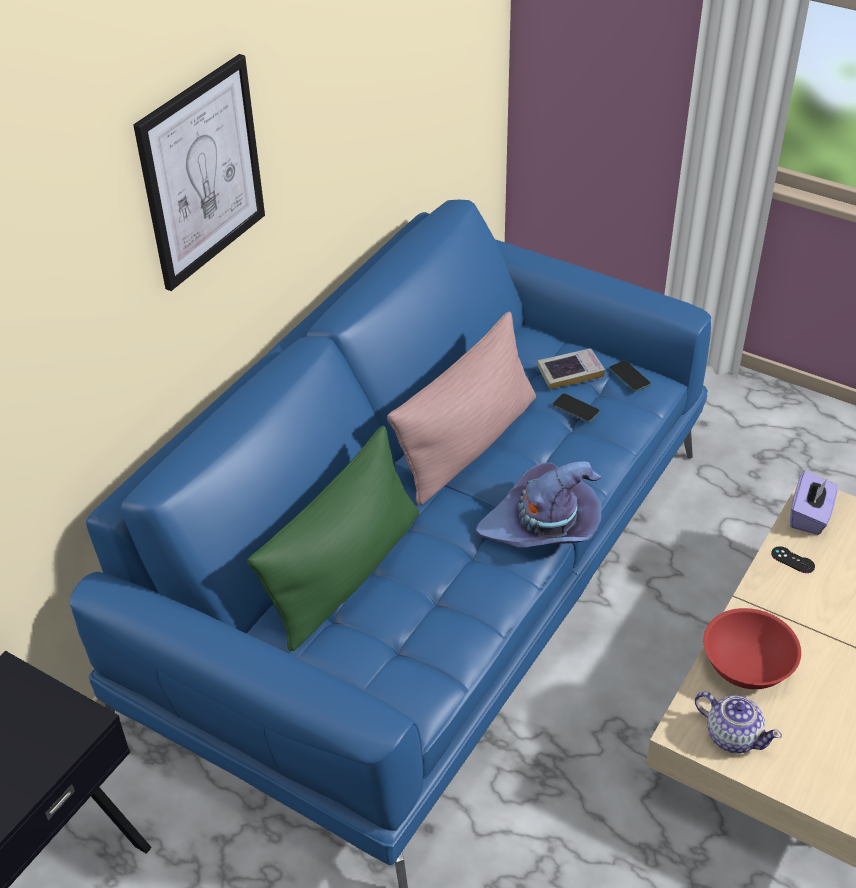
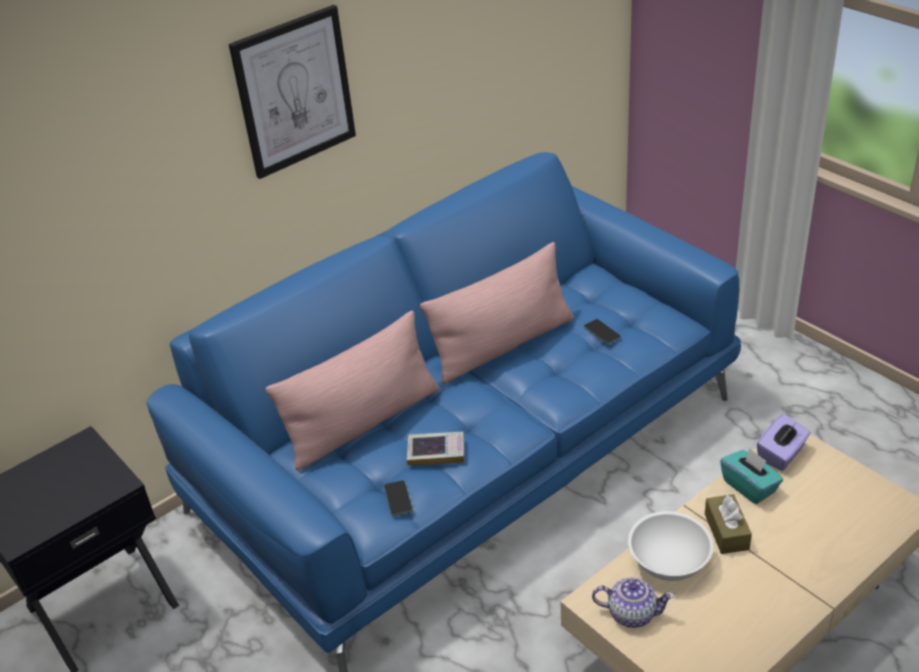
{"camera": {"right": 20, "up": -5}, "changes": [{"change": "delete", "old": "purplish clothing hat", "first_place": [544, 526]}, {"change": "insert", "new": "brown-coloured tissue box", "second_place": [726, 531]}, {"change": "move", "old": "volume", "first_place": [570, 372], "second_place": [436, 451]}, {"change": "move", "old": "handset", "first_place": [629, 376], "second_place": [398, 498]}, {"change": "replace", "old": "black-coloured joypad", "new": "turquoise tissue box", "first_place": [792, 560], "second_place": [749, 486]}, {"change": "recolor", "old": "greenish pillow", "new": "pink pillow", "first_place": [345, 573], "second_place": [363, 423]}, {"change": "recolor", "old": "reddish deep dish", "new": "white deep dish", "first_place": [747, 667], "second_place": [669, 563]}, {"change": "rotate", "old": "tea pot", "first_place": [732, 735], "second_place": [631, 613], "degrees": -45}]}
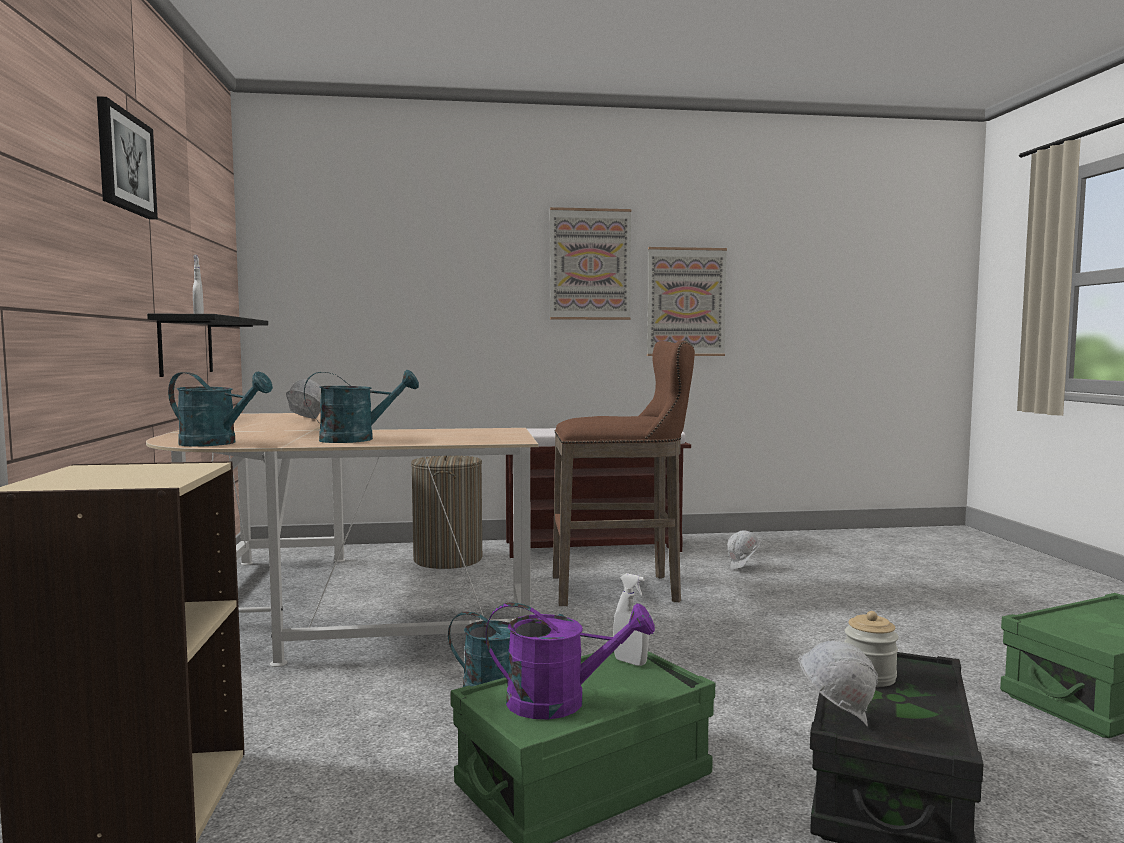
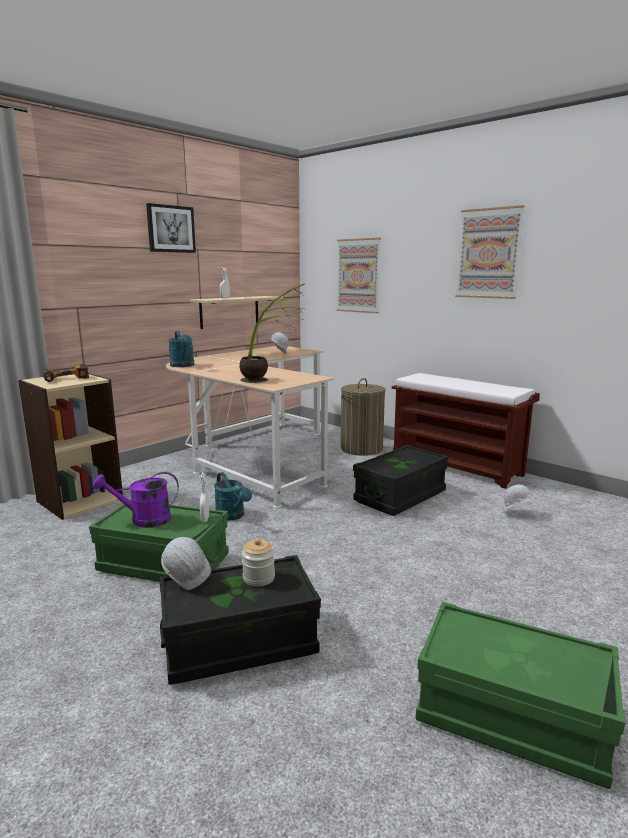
{"camera": {"right": 50, "up": 10}, "changes": [{"change": "delete", "old": "turquoise watering pot", "first_place": [357, 439]}, {"change": "insert", "new": "drill", "second_place": [66, 379]}, {"change": "insert", "new": "potted plant", "second_place": [269, 380]}, {"change": "move", "old": "wall art", "first_place": [686, 302], "second_place": [358, 276]}, {"change": "replace", "old": "brown-coloured stool", "new": "black-coloured storage container", "first_place": [621, 589], "second_place": [400, 496]}, {"change": "recolor", "old": "black-coloured shelf", "new": "beige-coloured shelf", "first_place": [186, 345], "second_place": [229, 312]}, {"change": "rotate", "old": "purplish watering pot", "first_place": [561, 702], "second_place": [143, 520], "degrees": 120}]}
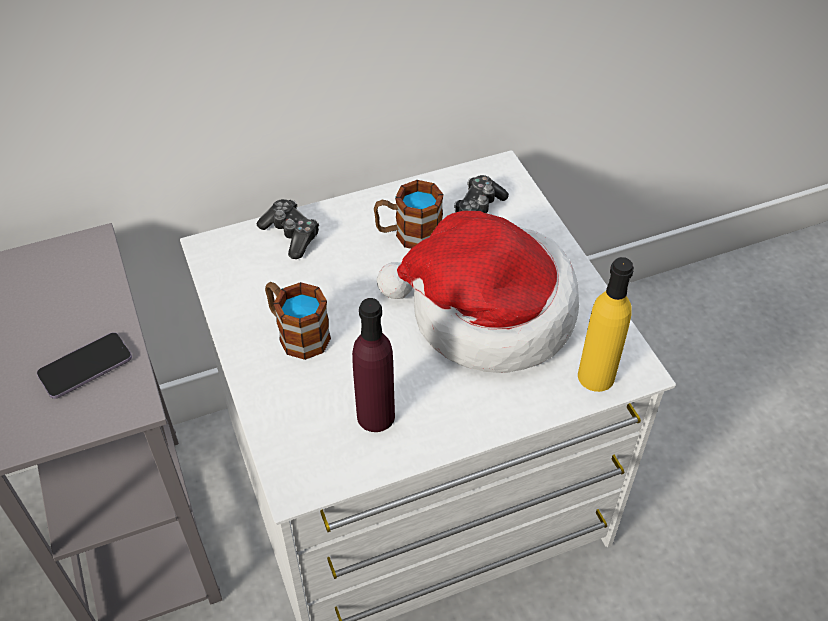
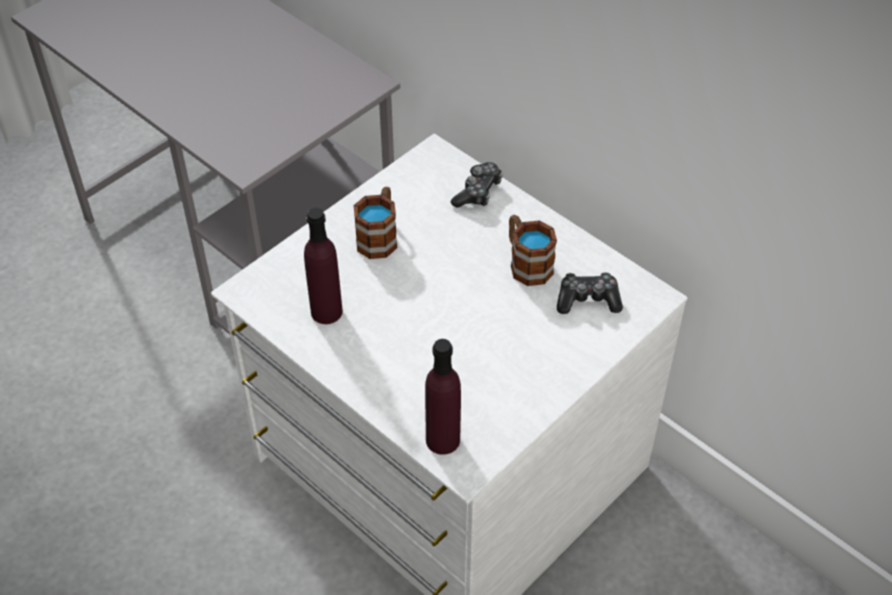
{"camera": {"right": 65, "up": 0}, "changes": [{"change": "delete", "old": "handset", "first_place": [85, 367]}, {"change": "delete", "old": "clothing hat", "first_place": [487, 313]}, {"change": "recolor", "old": "yellow bottle", "new": "purplish bottle", "first_place": [596, 376], "second_place": [443, 440]}]}
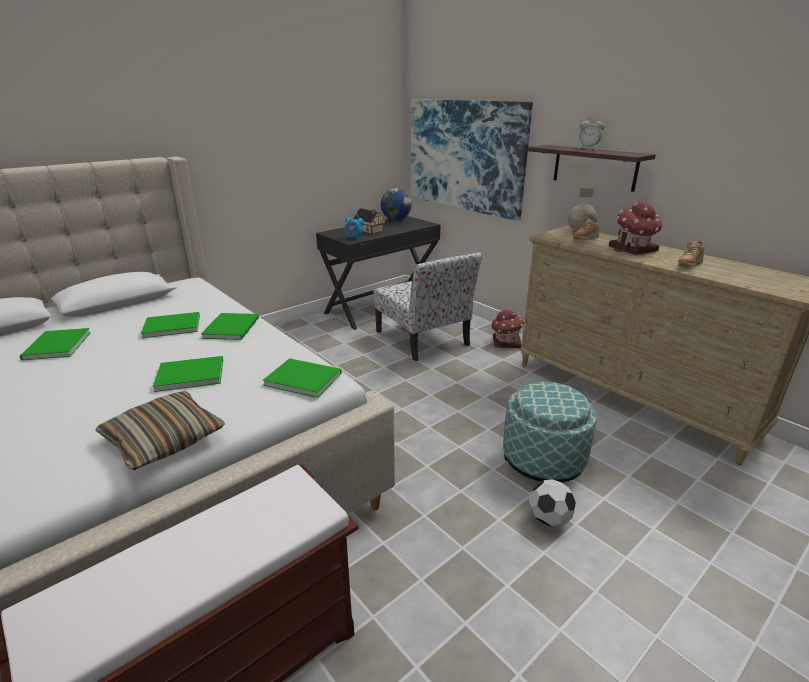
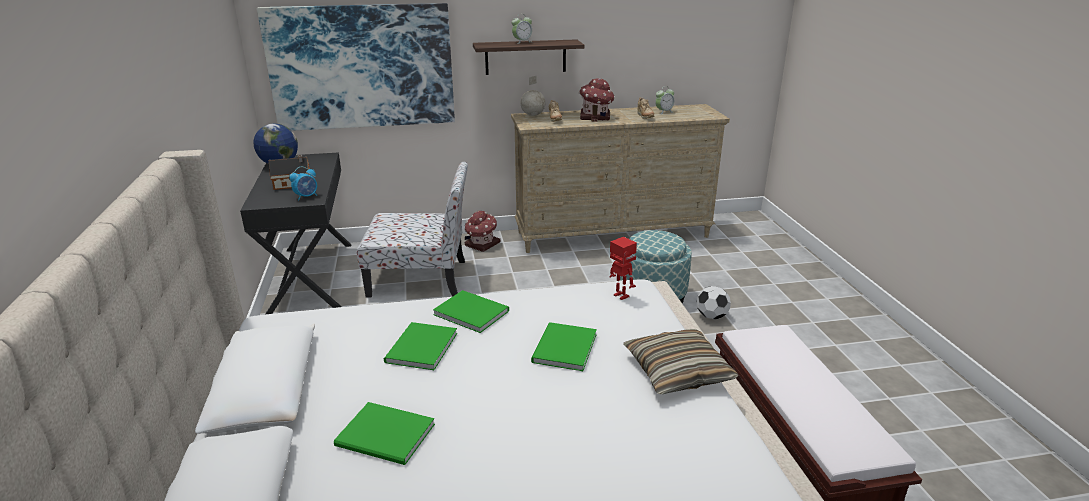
{"camera": {"right": -60, "up": 0}, "changes": [{"change": "insert", "new": "bedside clock", "second_place": [664, 112]}, {"change": "replace", "old": "greenish volume", "new": "toy robot", "first_place": [302, 378], "second_place": [620, 296]}]}
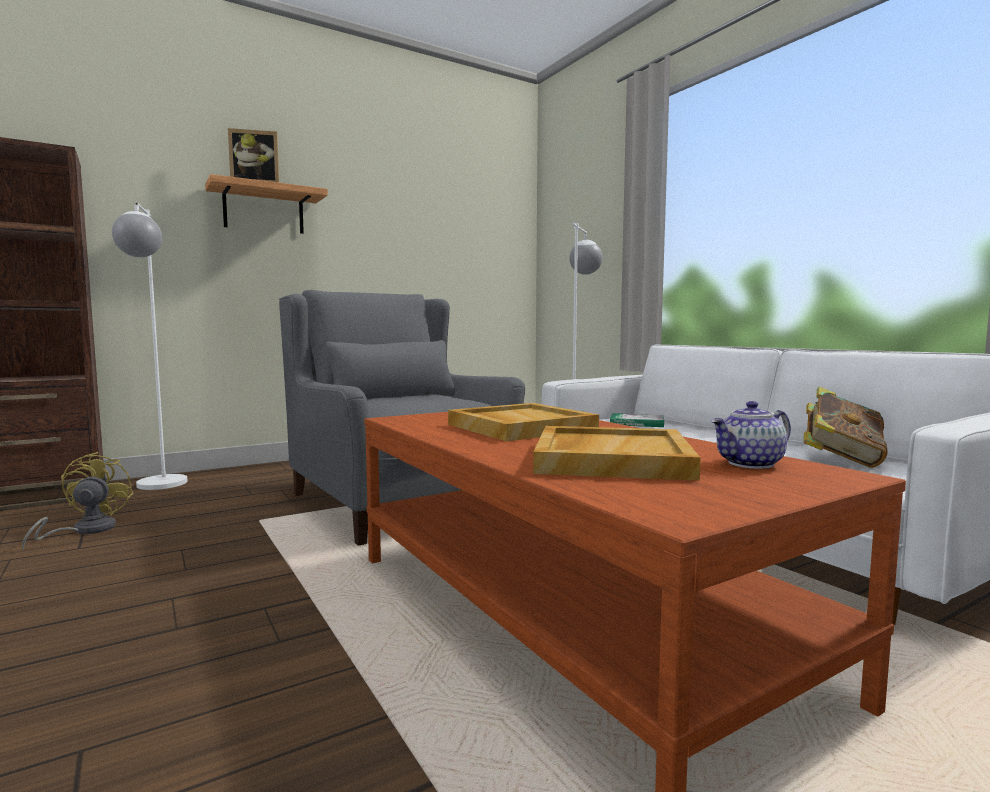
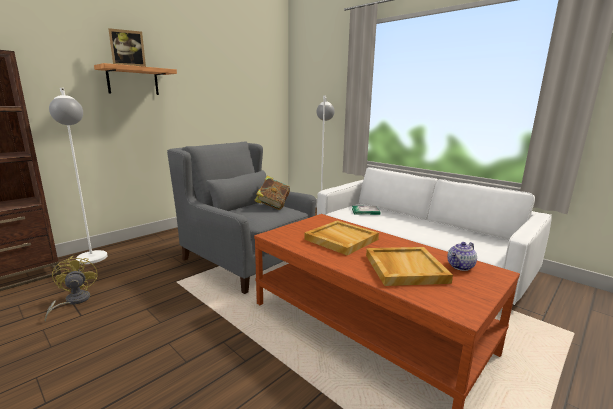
{"camera": {"right": -15, "up": 10}, "changes": [{"change": "move", "old": "volume", "first_place": [841, 459], "second_place": [273, 206]}]}
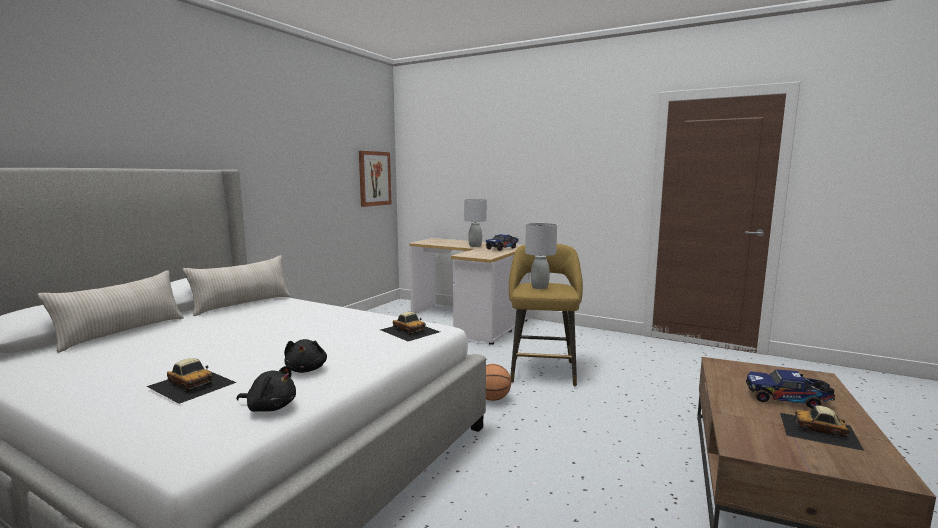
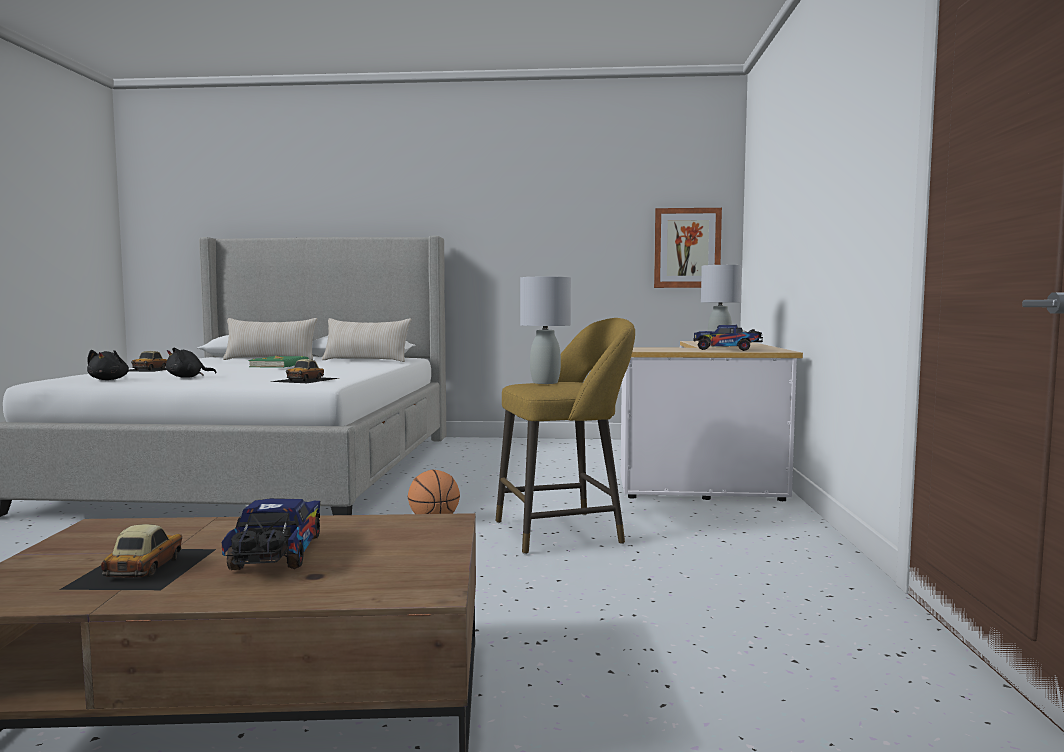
{"camera": {"right": 65, "up": -5}, "changes": [{"change": "insert", "new": "greenish volume", "second_place": [280, 365]}]}
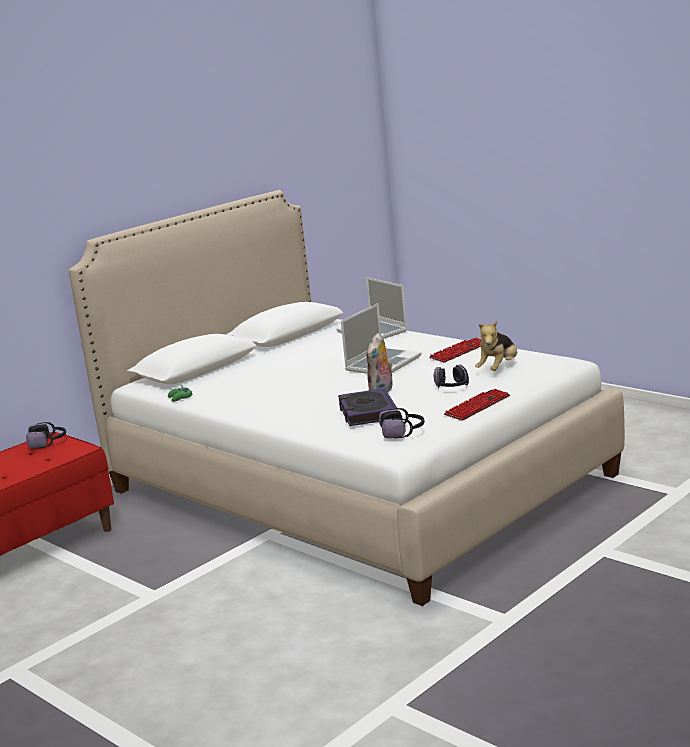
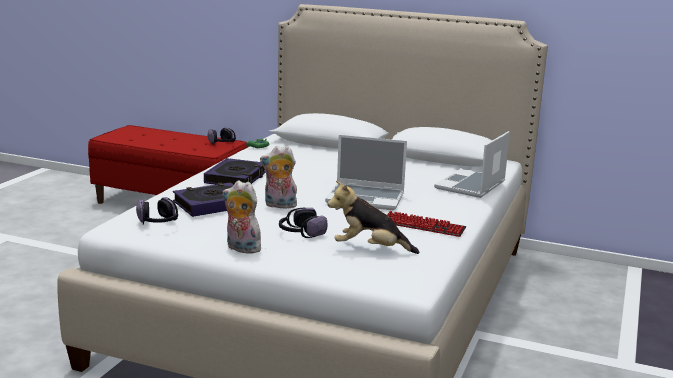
{"camera": {"right": 65, "up": 0}, "changes": [{"change": "insert", "new": "volume", "second_place": [236, 178]}, {"change": "replace", "old": "keyboard", "new": "cuddly toy", "first_place": [477, 406], "second_place": [241, 249]}]}
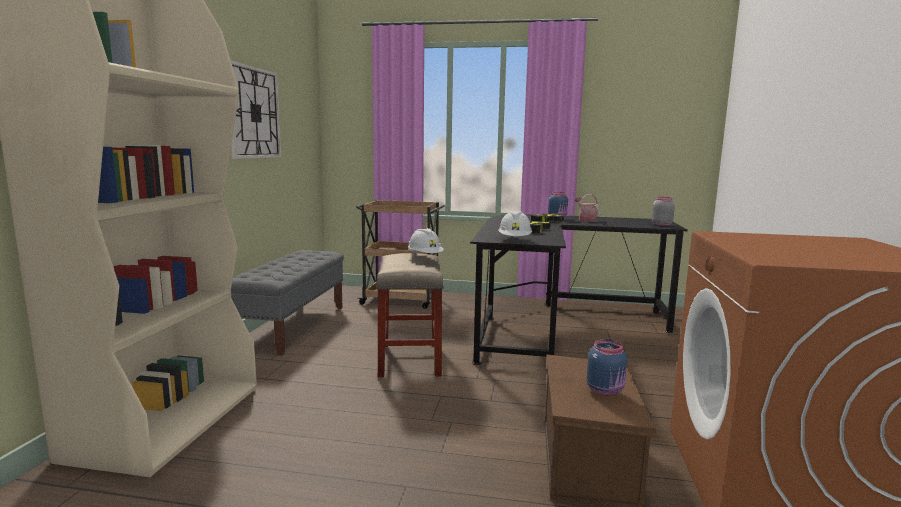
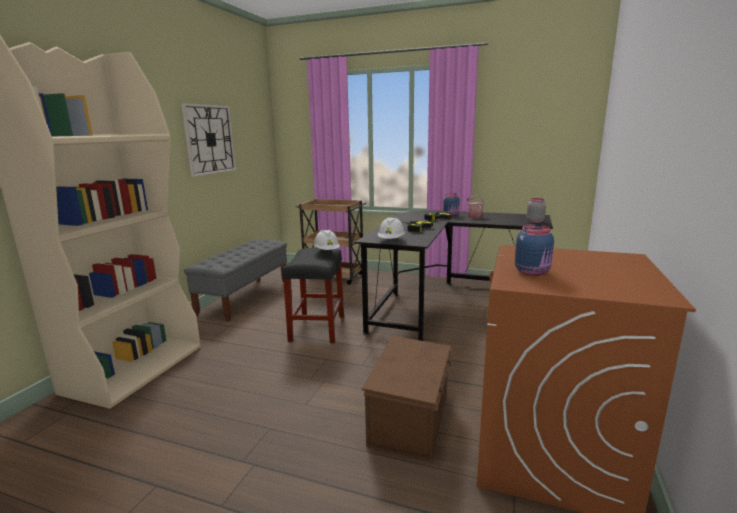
{"camera": {"right": 10, "up": 5}, "changes": [{"change": "move", "old": "bluish preserve jar", "first_place": [606, 390], "second_place": [533, 272]}, {"change": "recolor", "old": "beige-coloured stool", "new": "black-coloured stool", "first_place": [410, 360], "second_place": [317, 329]}]}
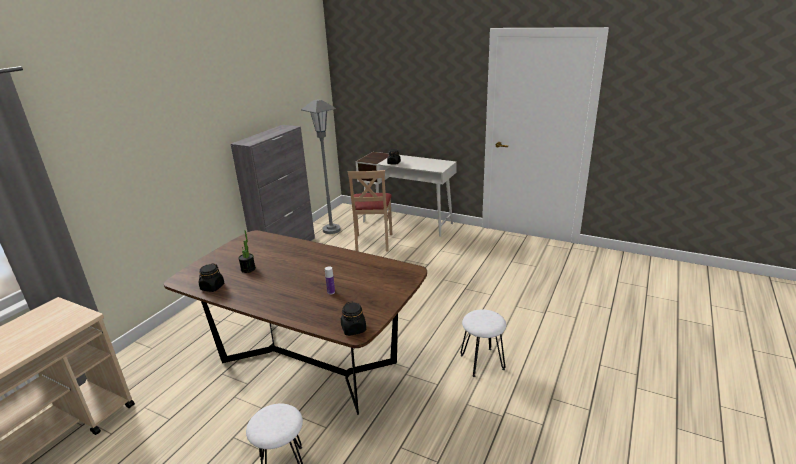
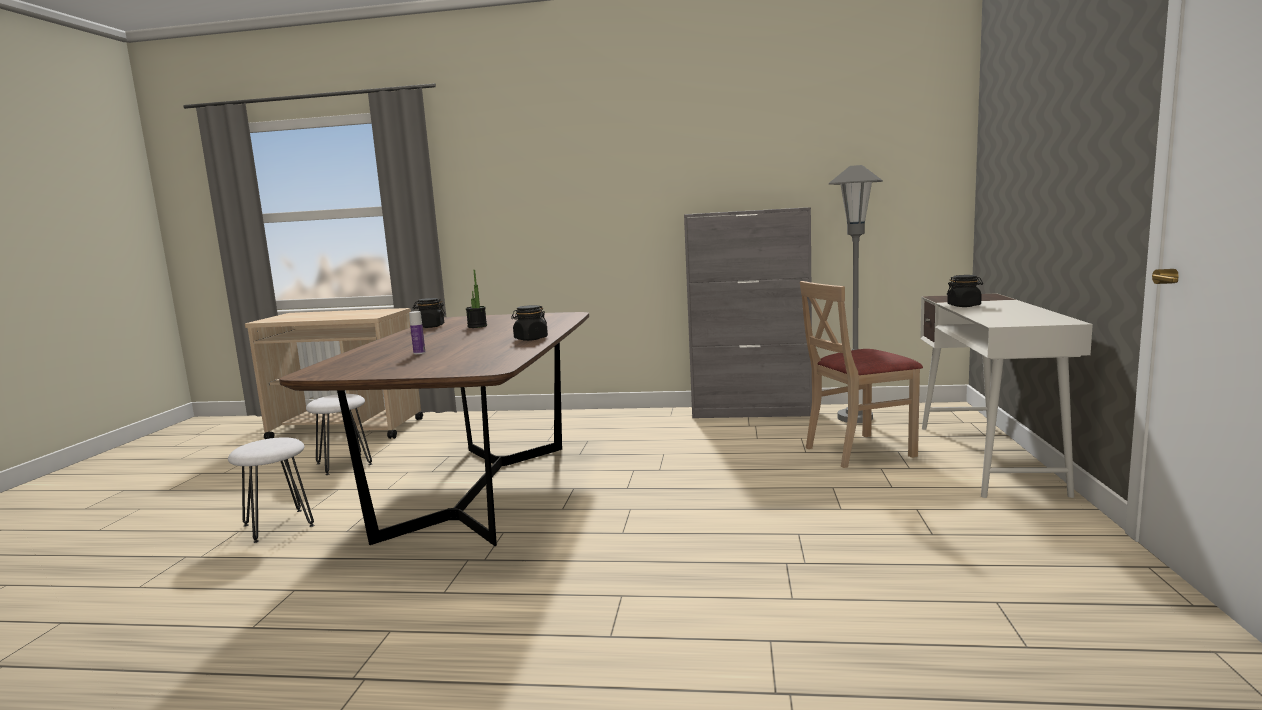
{"camera": {"right": 70, "up": -15}, "changes": [{"change": "move", "old": "black-coloured preserve jar", "first_place": [354, 329], "second_place": [530, 339]}, {"change": "move", "old": "white stool", "first_place": [481, 362], "second_place": [344, 464]}]}
